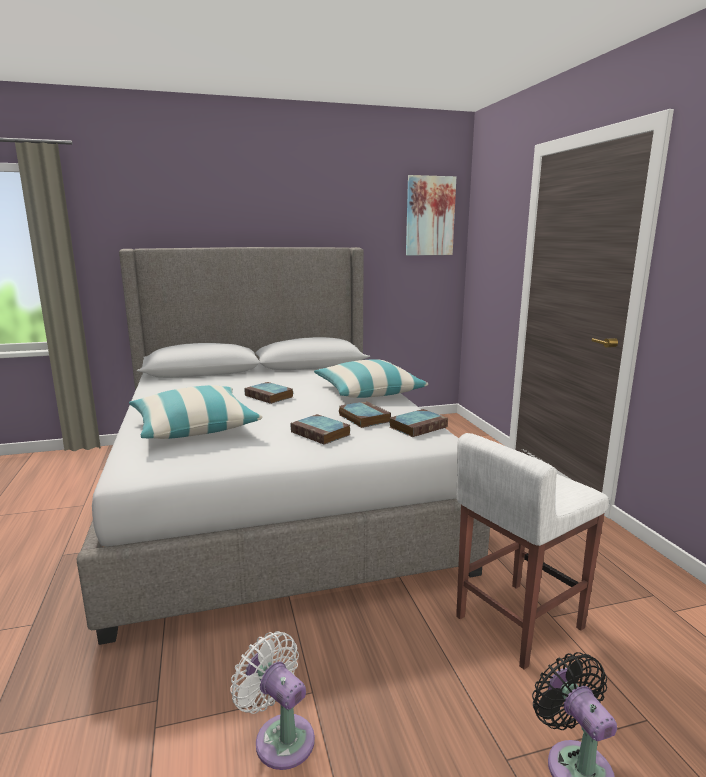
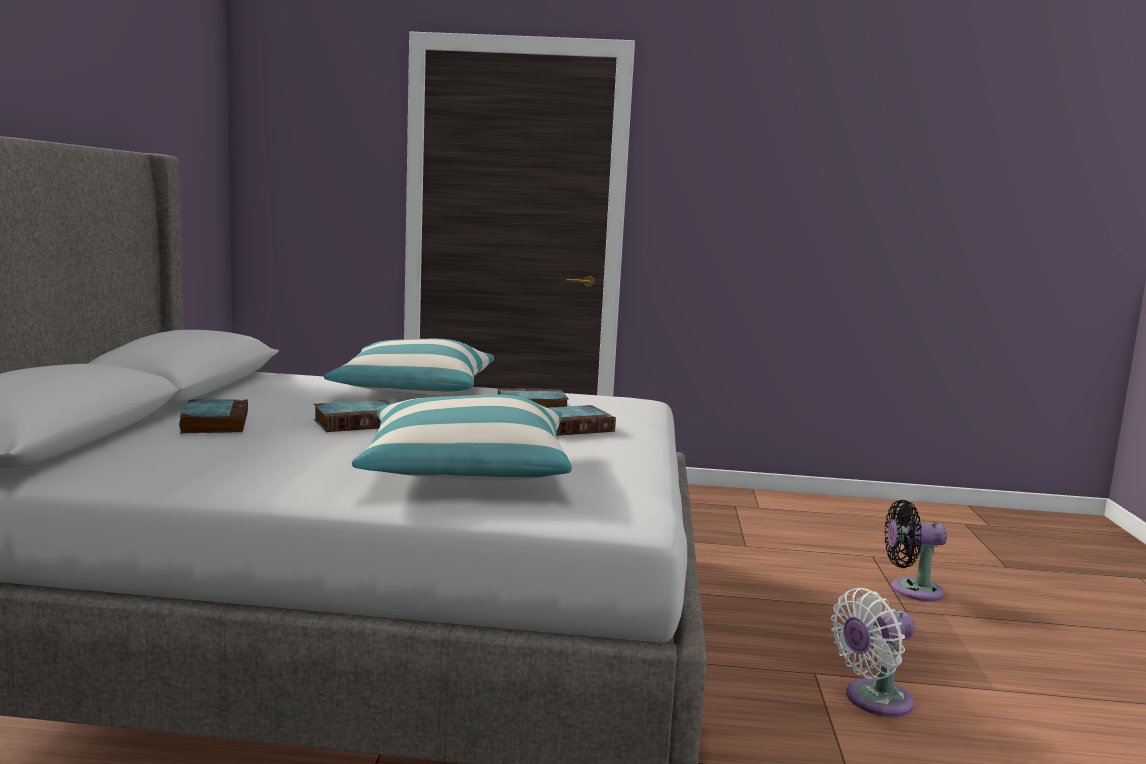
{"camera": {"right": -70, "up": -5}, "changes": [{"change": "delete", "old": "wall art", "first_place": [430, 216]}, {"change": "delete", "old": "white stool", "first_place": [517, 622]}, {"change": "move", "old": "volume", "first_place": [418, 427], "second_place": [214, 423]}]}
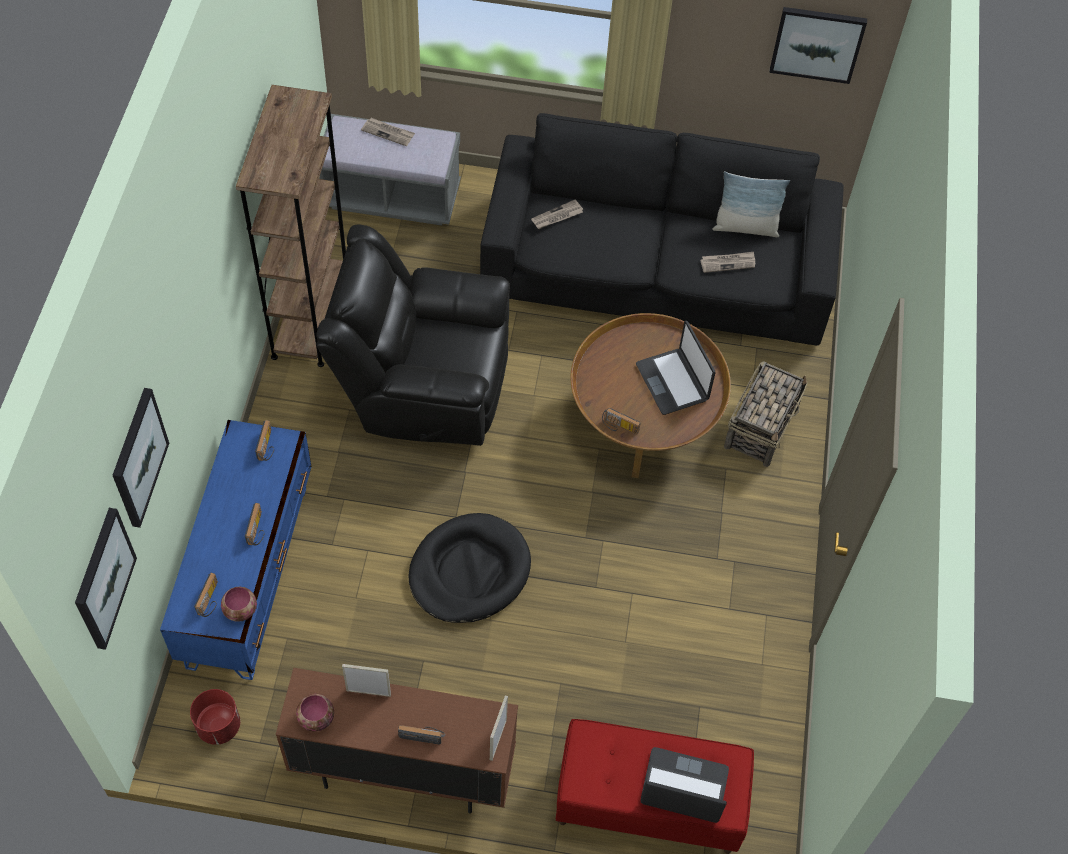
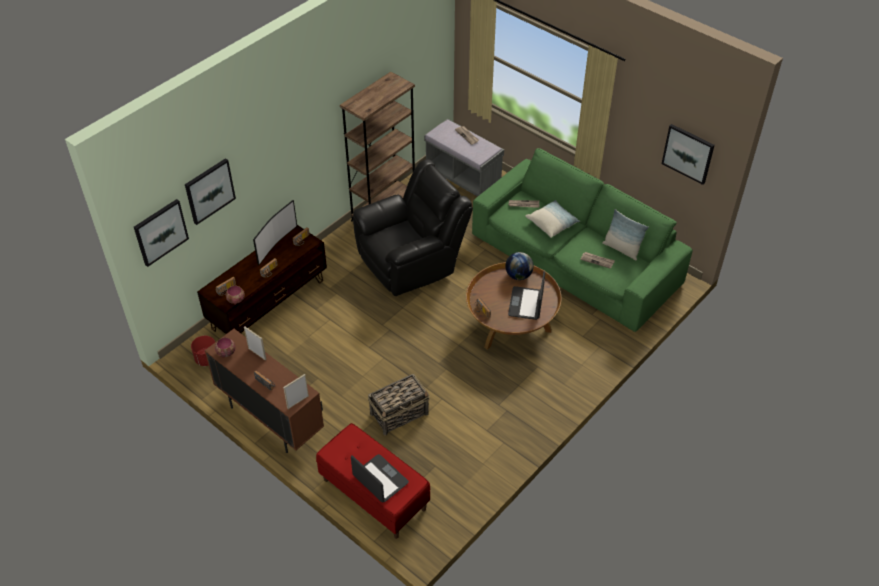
{"camera": {"right": 35, "up": -10}, "changes": [{"change": "delete", "old": "black-coloured dog bed", "first_place": [469, 571]}, {"change": "insert", "new": "TV set", "second_place": [275, 244]}, {"change": "insert", "new": "world globe", "second_place": [518, 275]}, {"change": "insert", "new": "pillow", "second_place": [552, 224]}, {"change": "move", "old": "basket", "first_place": [761, 427], "second_place": [400, 413]}, {"change": "recolor", "old": "bluish media console", "new": "brown-coloured media console", "first_place": [249, 574], "second_place": [269, 304]}, {"change": "recolor", "old": "black-coloured couch", "new": "greenish couch", "first_place": [656, 269], "second_place": [574, 260]}, {"change": "rotate", "old": "black-coloured lounge chair", "first_place": [422, 386], "second_place": [412, 262], "degrees": 105}]}
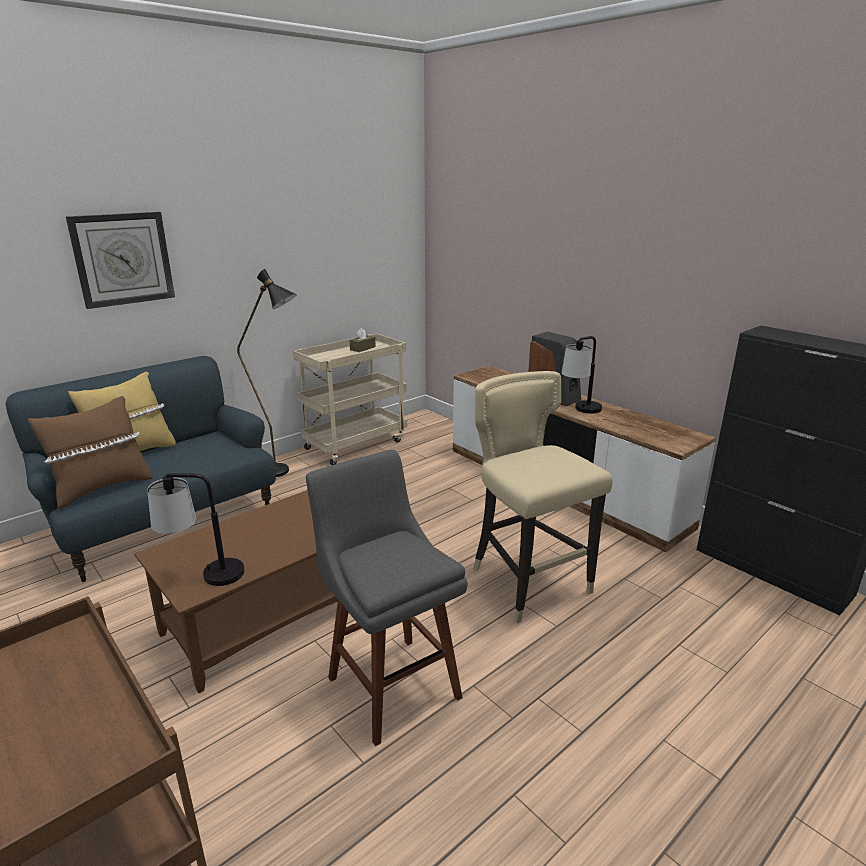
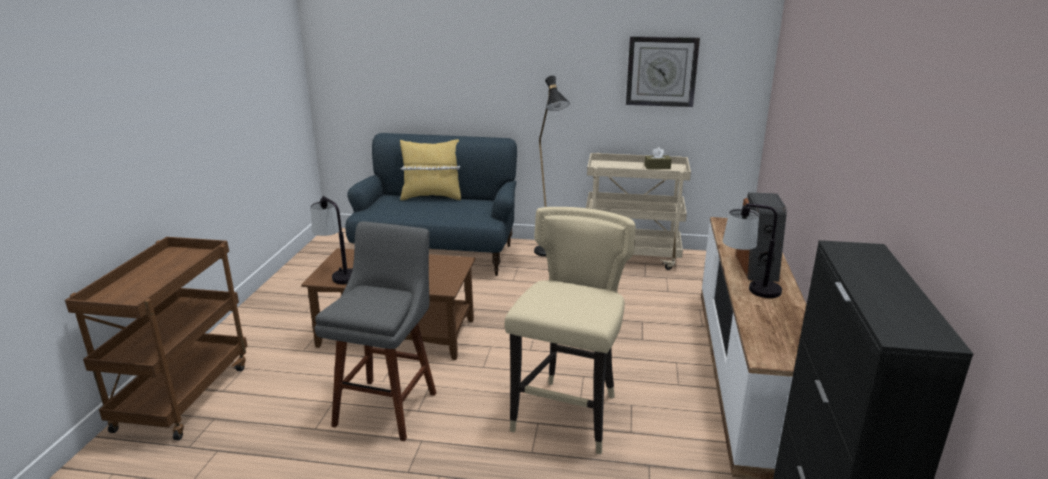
{"camera": {"right": 50, "up": 0}, "changes": [{"change": "delete", "old": "brown-coloured pillow", "first_place": [102, 488]}, {"change": "move", "old": "clock on the wall", "first_place": [123, 259], "second_place": [661, 71]}]}
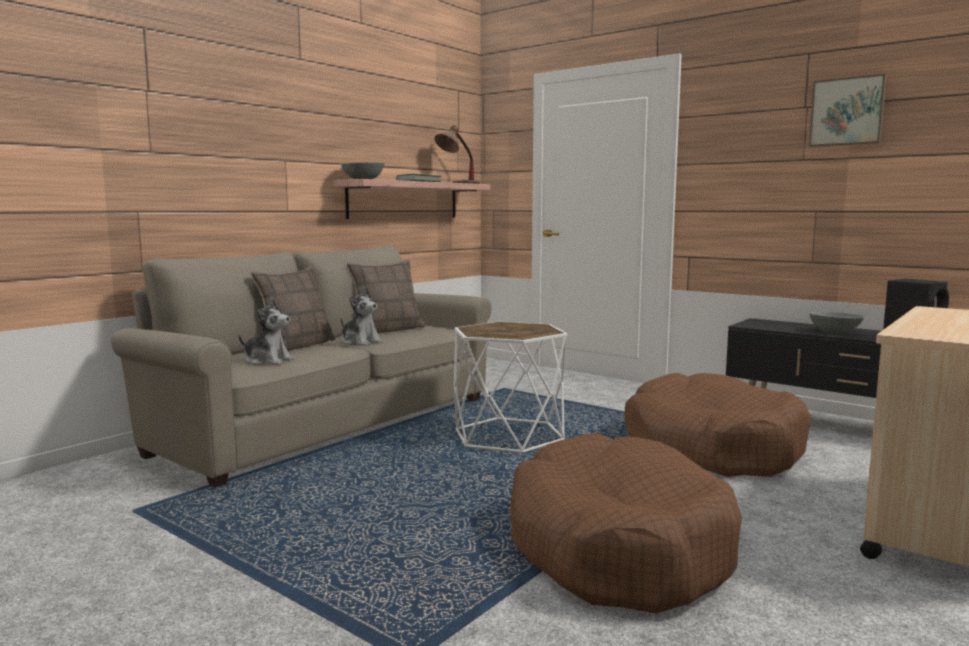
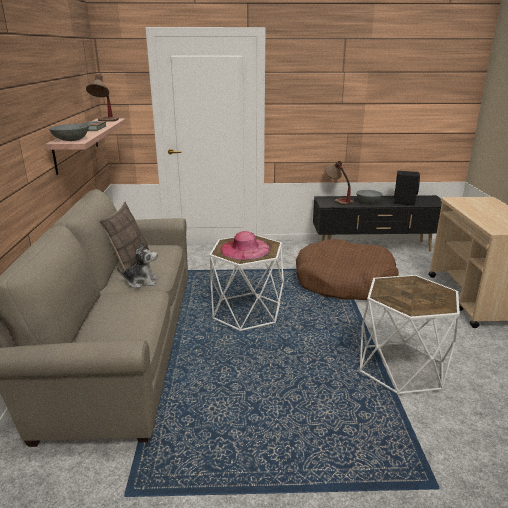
{"camera": {"right": -40, "up": 15}, "changes": [{"change": "delete", "old": "cuddly toy", "first_place": [267, 361]}, {"change": "delete", "old": "pillow", "first_place": [297, 346]}, {"change": "delete", "old": "wall art", "first_place": [847, 112]}, {"change": "insert", "new": "pink clothing hat", "second_place": [245, 249]}, {"change": "insert", "new": "table lamp", "second_place": [337, 199]}, {"change": "replace", "old": "brown-coloured dog bed", "new": "white end table", "first_place": [616, 547], "second_place": [401, 368]}]}
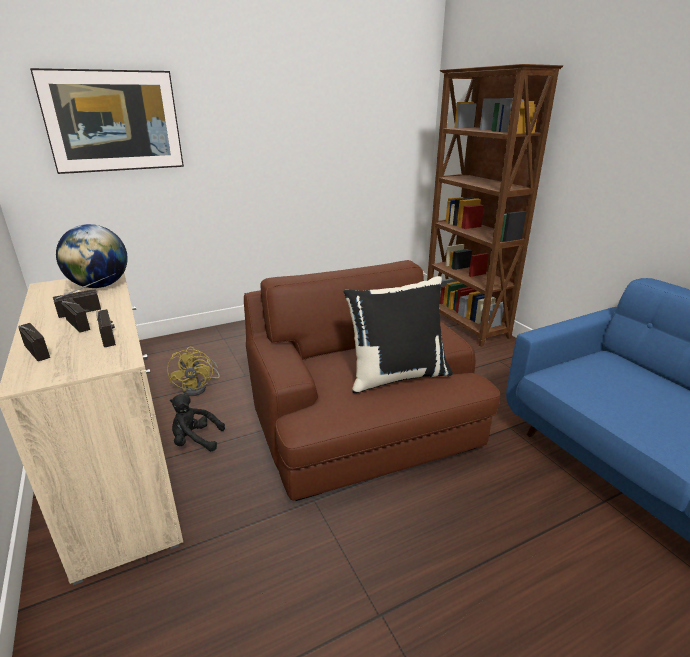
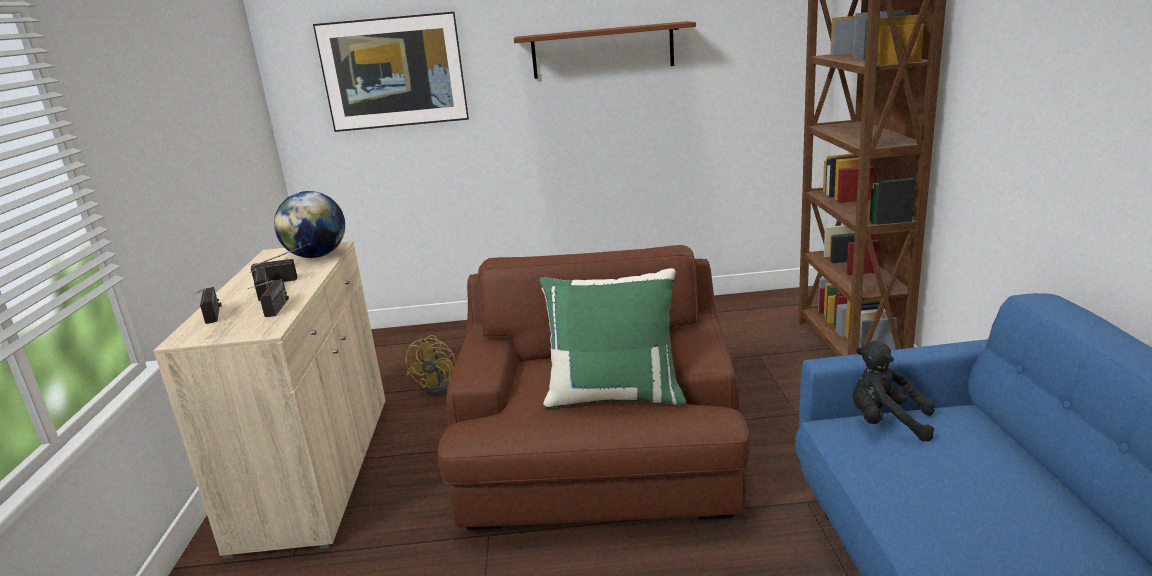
{"camera": {"right": 25, "up": -5}, "changes": [{"change": "insert", "new": "brown-coloured shelf", "second_place": [602, 50]}, {"change": "move", "old": "black-coloured cuddly toy", "first_place": [195, 440], "second_place": [886, 423]}, {"change": "recolor", "old": "black-coloured pillow", "new": "greenish pillow", "first_place": [397, 375], "second_place": [614, 395]}]}
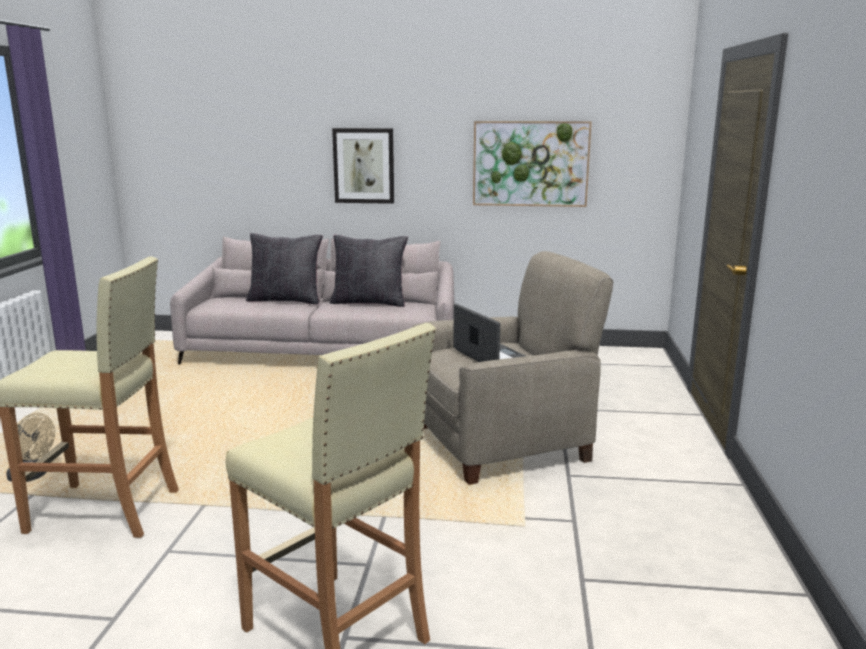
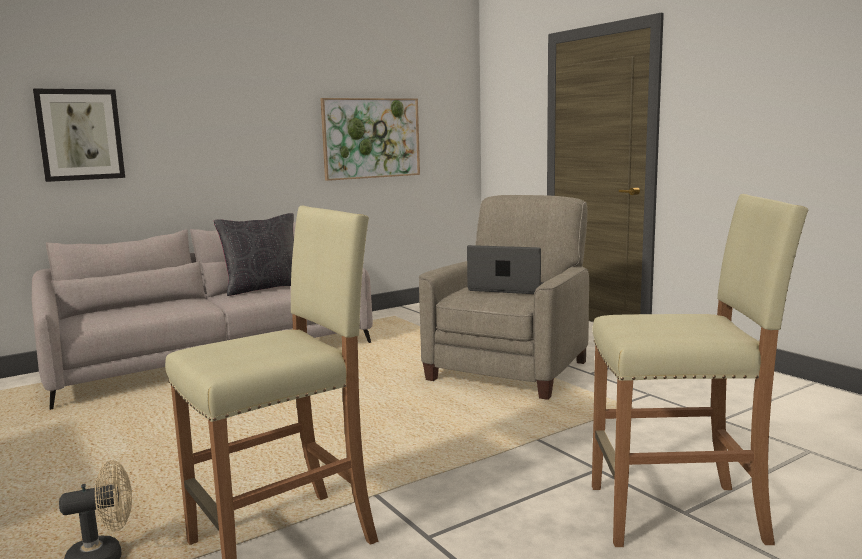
{"camera": {"right": -40, "up": -5}, "changes": [{"change": "delete", "old": "black-coloured pillow", "first_place": [285, 300]}, {"change": "move", "old": "wall art", "first_place": [364, 166], "second_place": [80, 135]}]}
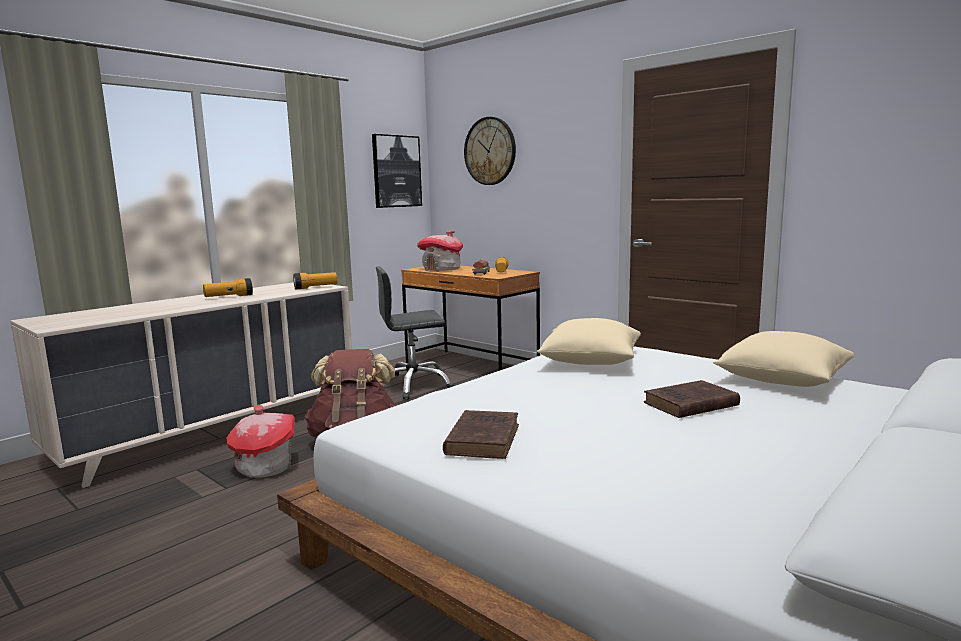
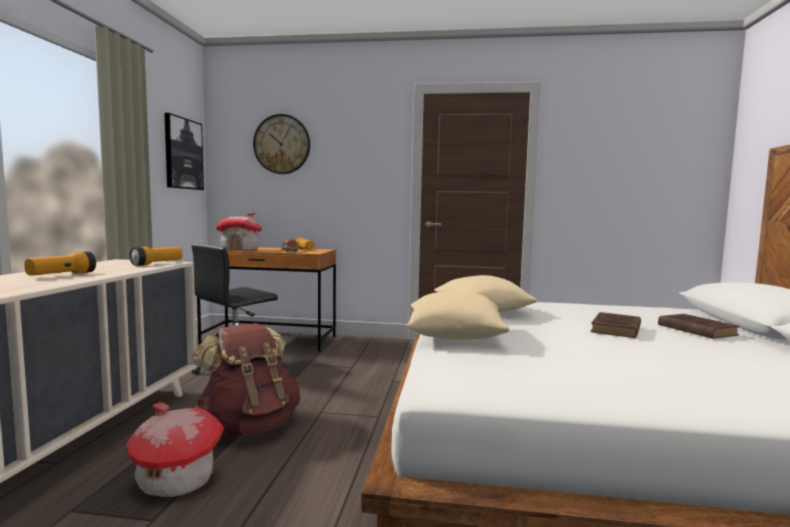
{"camera": {"right": -35, "up": -5}, "changes": [{"change": "move", "old": "brown-coloured volume", "first_place": [483, 438], "second_place": [694, 329]}, {"change": "move", "old": "beige-coloured pillow", "first_place": [781, 380], "second_place": [454, 336]}]}
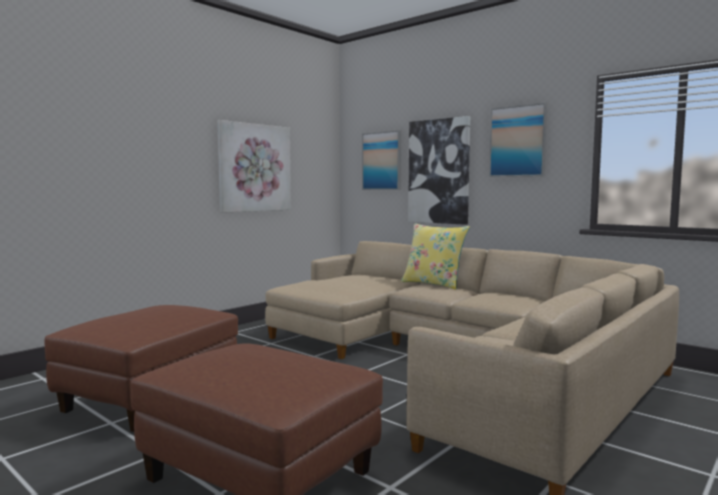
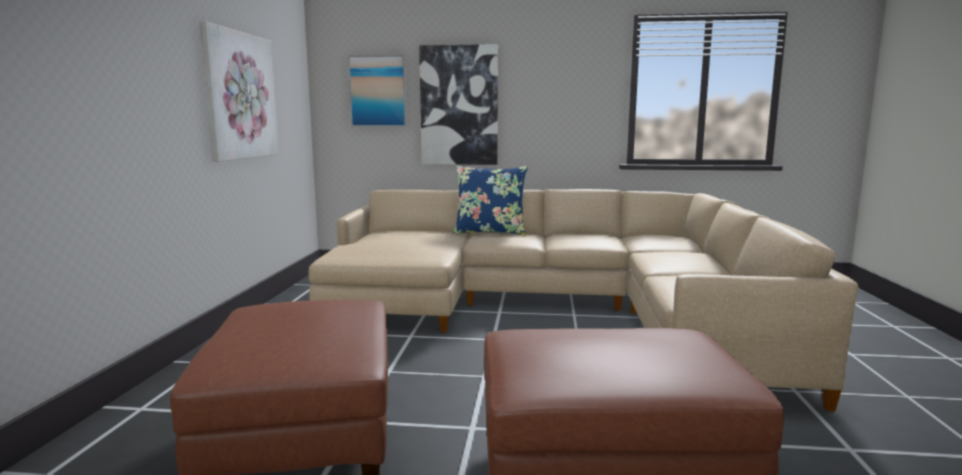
{"camera": {"right": -35, "up": 5}, "changes": [{"change": "delete", "old": "wall art", "first_place": [517, 141]}, {"change": "recolor", "old": "yellow pillow", "new": "bluish pillow", "first_place": [433, 284], "second_place": [490, 232]}]}
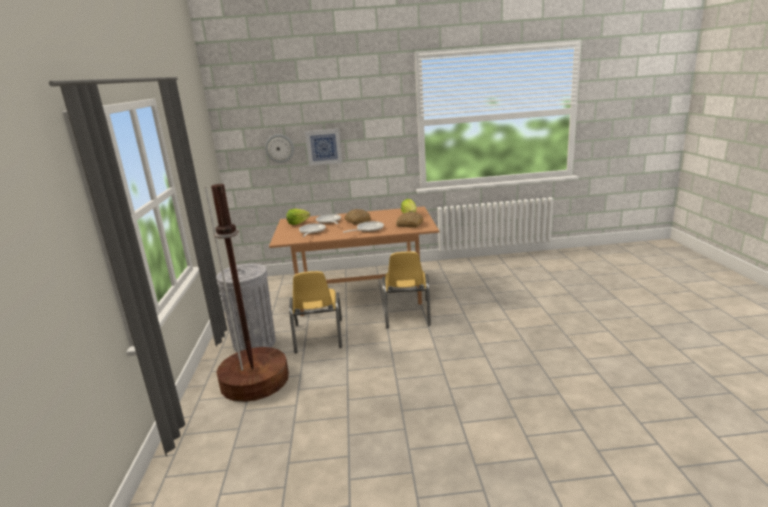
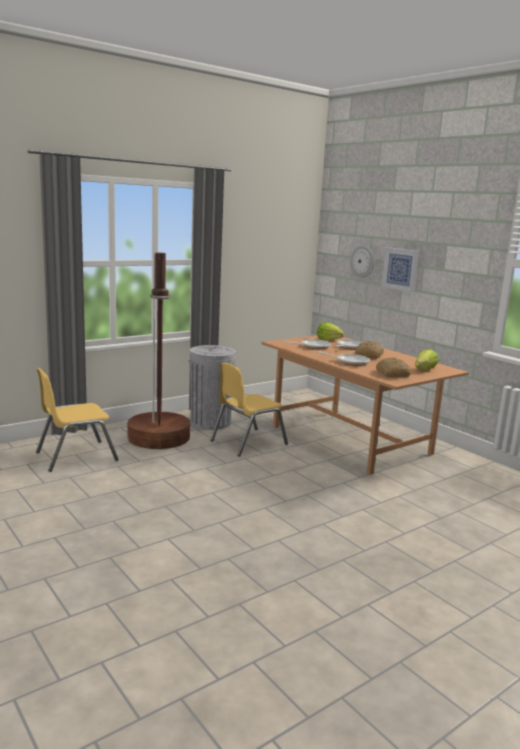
{"camera": {"right": 55, "up": -5}, "changes": [{"change": "move", "old": "yellow plain chair", "first_place": [407, 314], "second_place": [76, 456]}]}
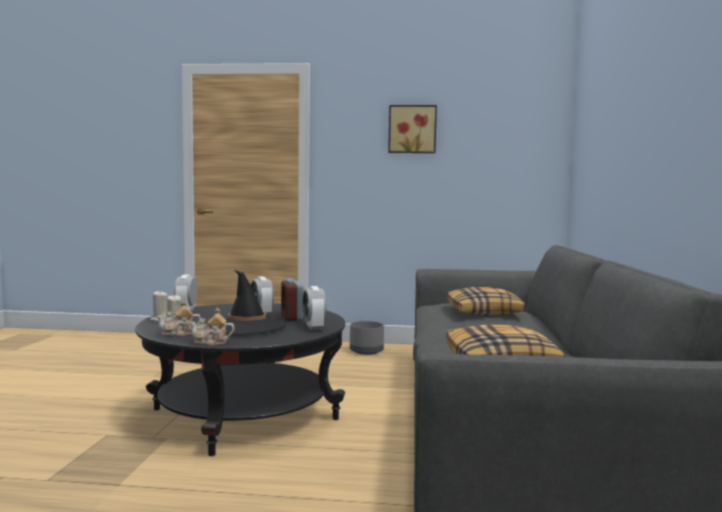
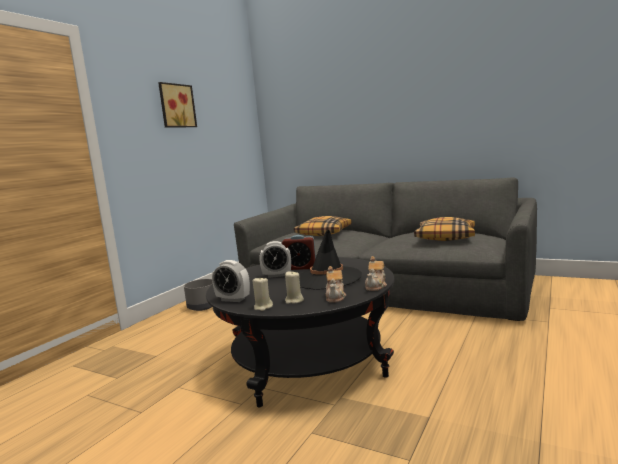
{"camera": {"right": -65, "up": 5}, "changes": [{"change": "delete", "old": "bedside clock", "first_place": [314, 327]}]}
